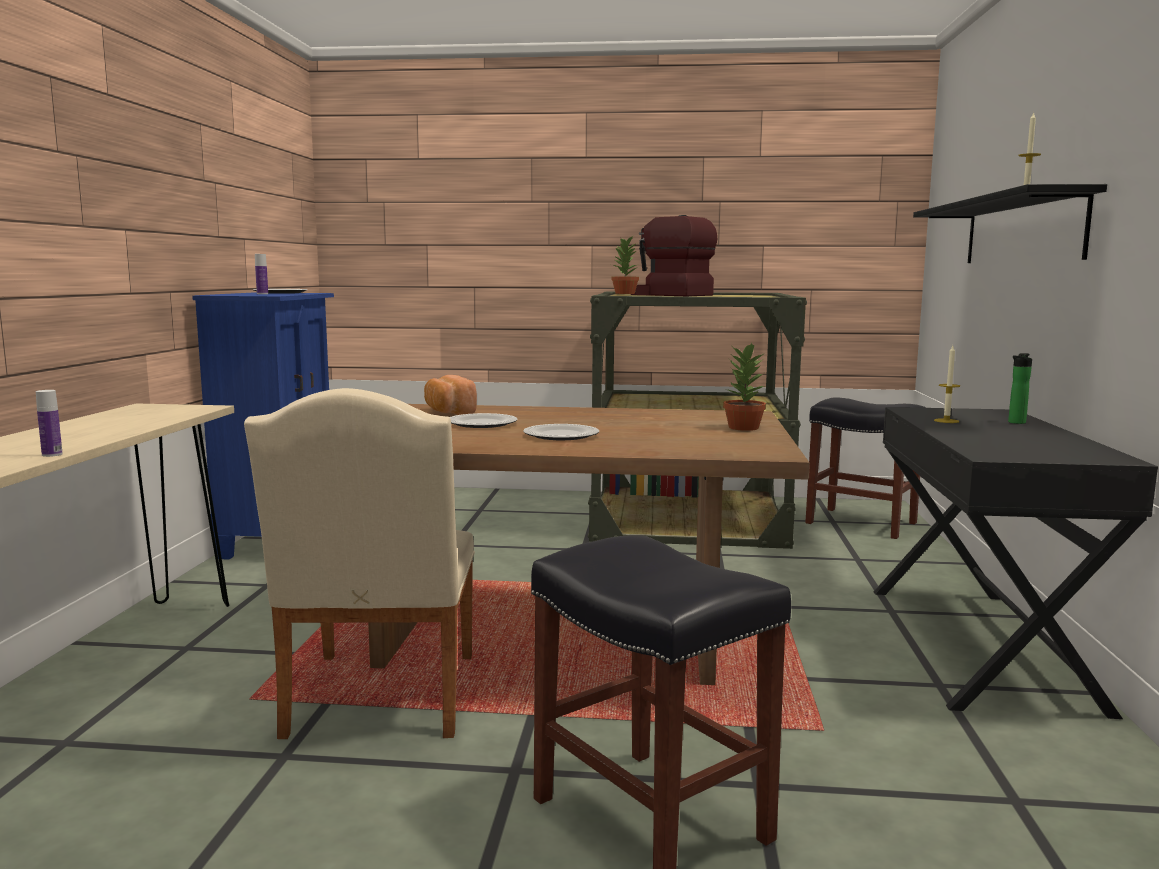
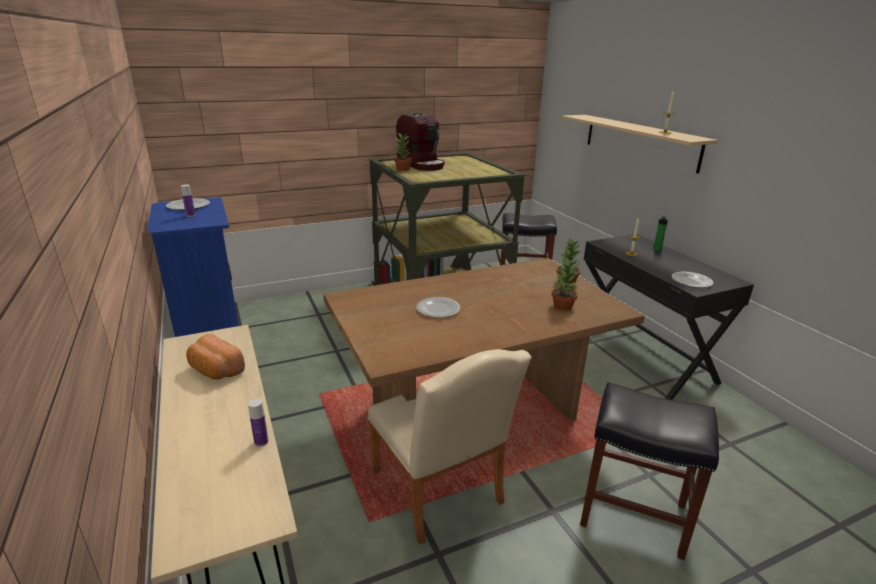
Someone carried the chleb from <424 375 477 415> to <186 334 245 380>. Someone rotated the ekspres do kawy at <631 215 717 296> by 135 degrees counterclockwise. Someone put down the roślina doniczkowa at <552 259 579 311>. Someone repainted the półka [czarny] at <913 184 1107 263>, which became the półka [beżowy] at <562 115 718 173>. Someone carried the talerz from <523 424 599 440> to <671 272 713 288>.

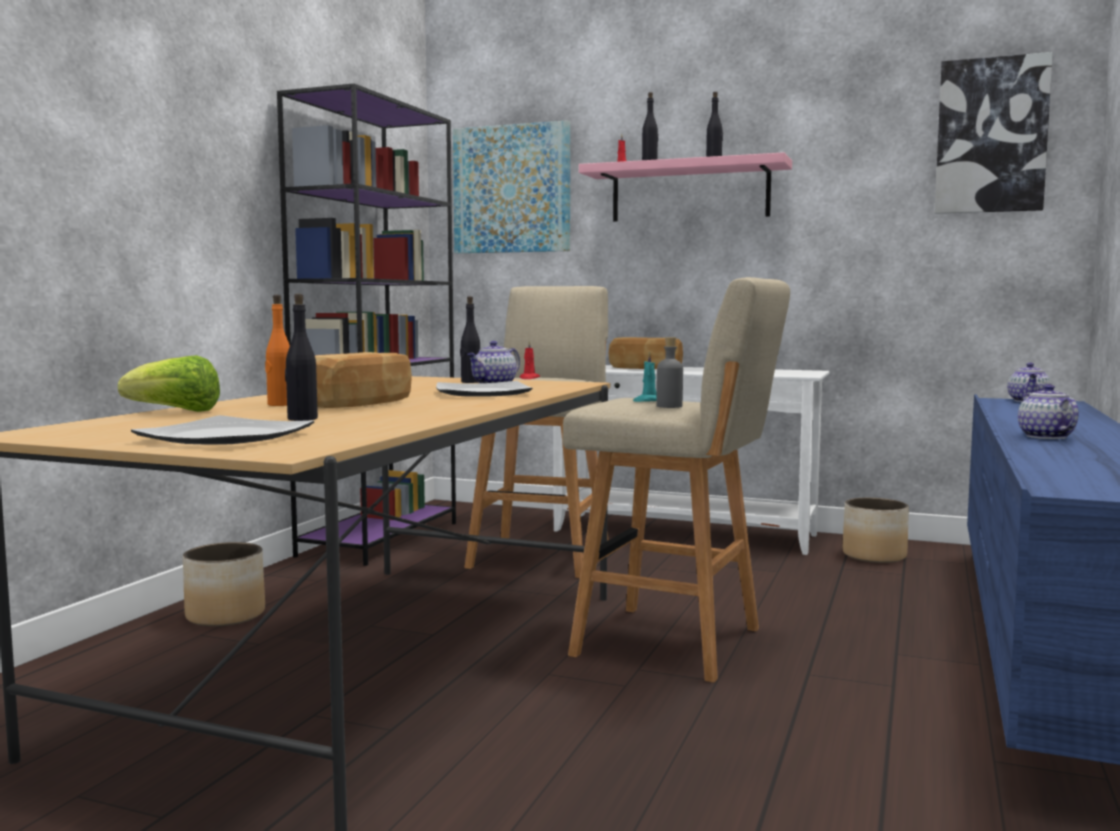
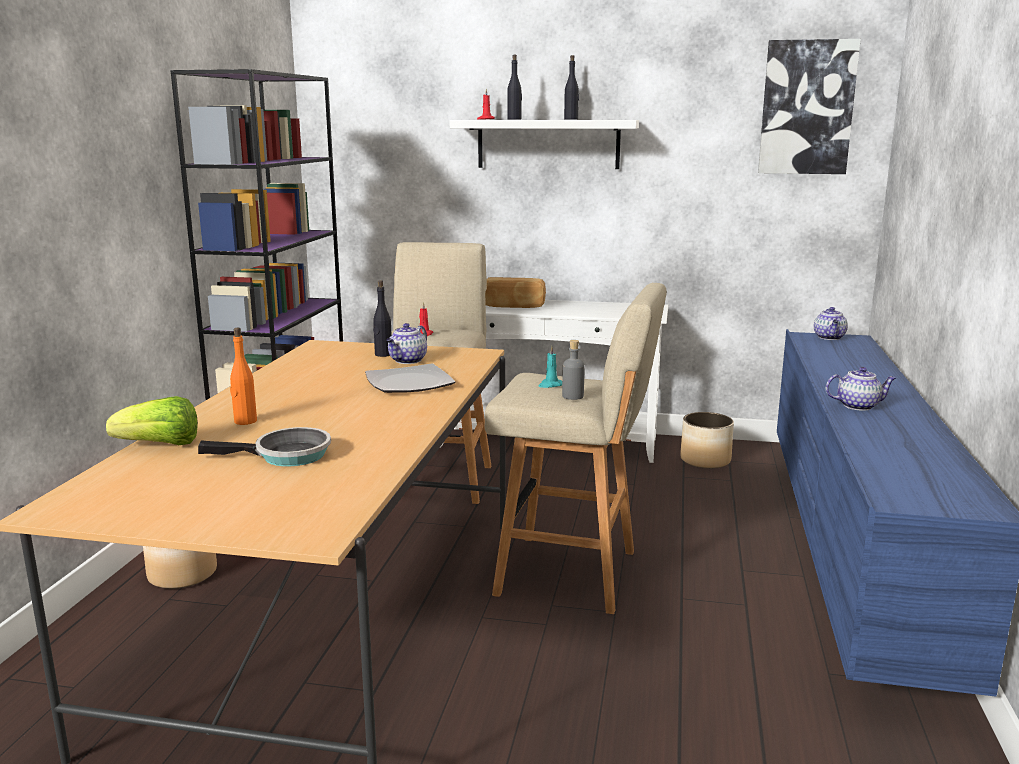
Someone swapped the butelka [czarny] at <285 294 318 421> for the patelnia at <198 427 331 466>. Someone repainted the półka [różowy] at <579 152 792 222>, which became the półka [biały] at <450 120 639 169>. Someone rotated the imbryk at <1018 384 1079 439> by 105 degrees clockwise. Someone took away the talerz at <131 415 314 445>. Someone took away the chleb at <315 352 412 408>. Someone took away the obraz at <453 120 570 253>.

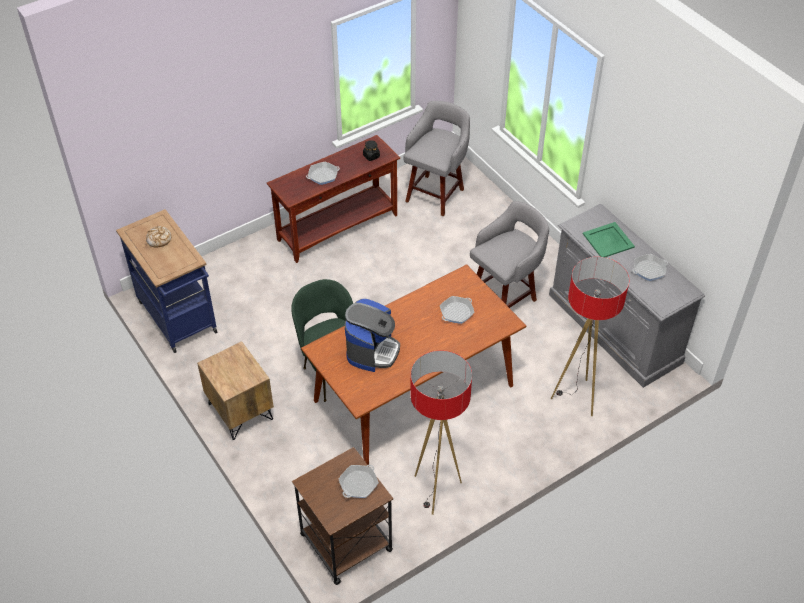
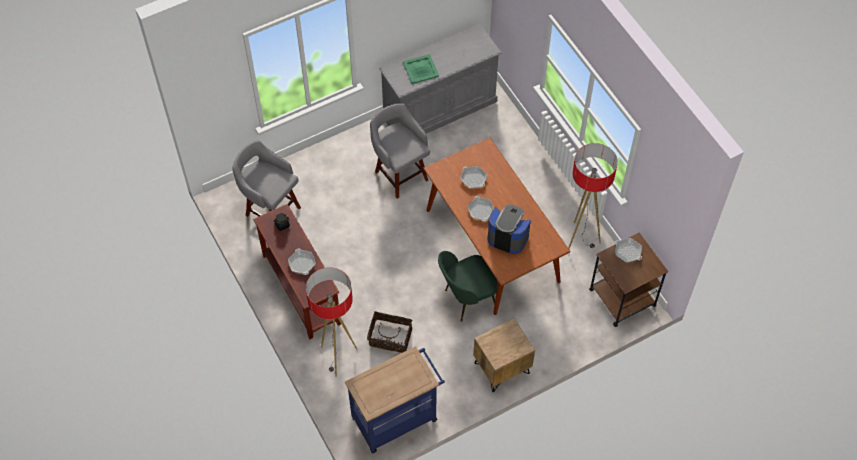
Someone carried the lampa stojąca from <551 257 629 416> to <306 267 358 377>. Someone put down the koszyk at <367 312 412 354>. Someone carried the patelnia from <632 254 668 281> to <468 196 494 221>. Someone took away the chleb at <146 226 172 248>.

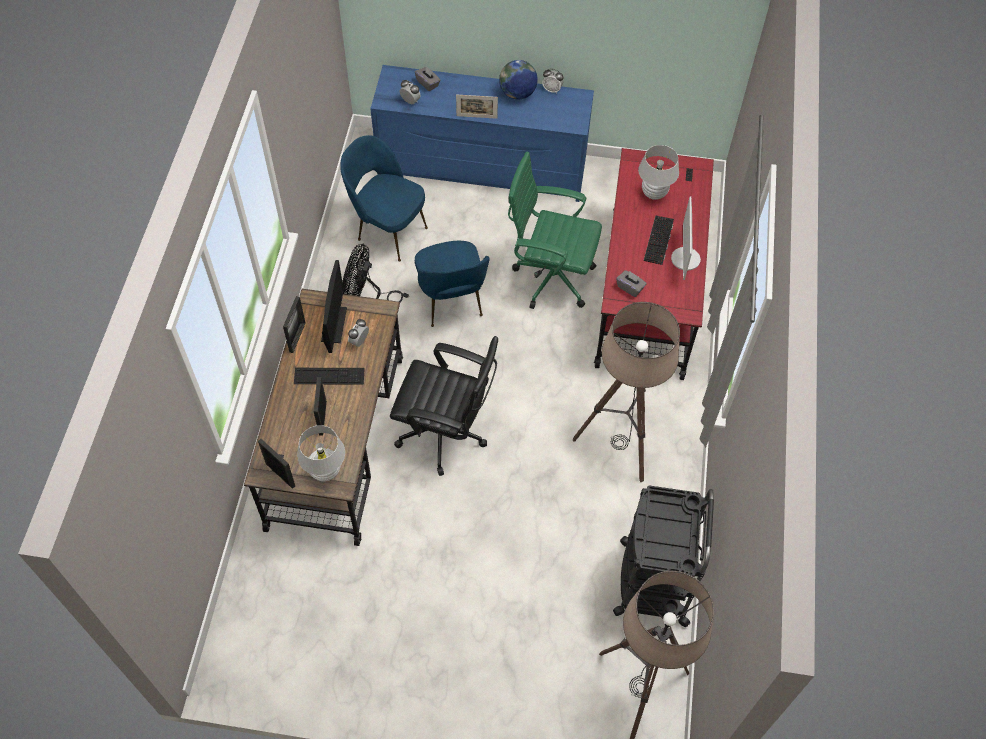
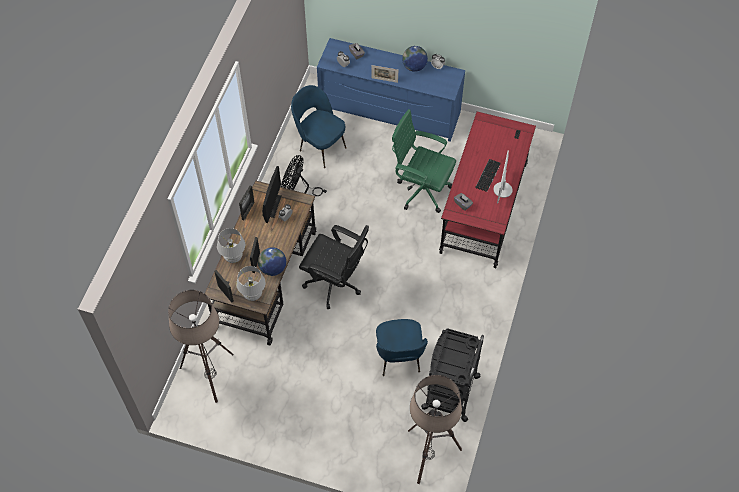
Someone carried the lampa stojąca from <573 302 680 482> to <168 290 234 403>. Someone carried the lampa stołowa [biały] from <638 145 679 200> to <217 228 245 263>. Someone put down the globus at <258 247 286 276>. Someone carried the krzesło [niebieski] from <415 241 489 327> to <376 319 428 376>. Someone took away the klawiatura at <294 368 365 385>.

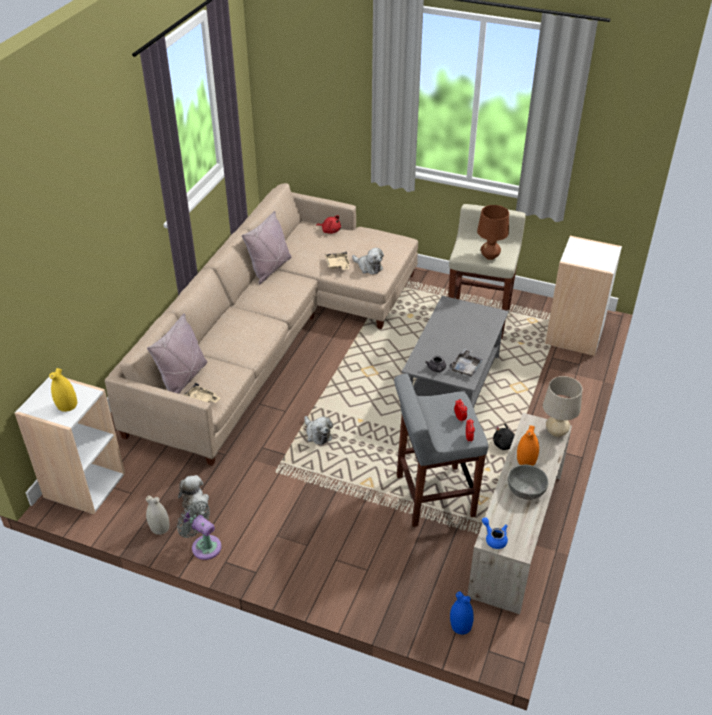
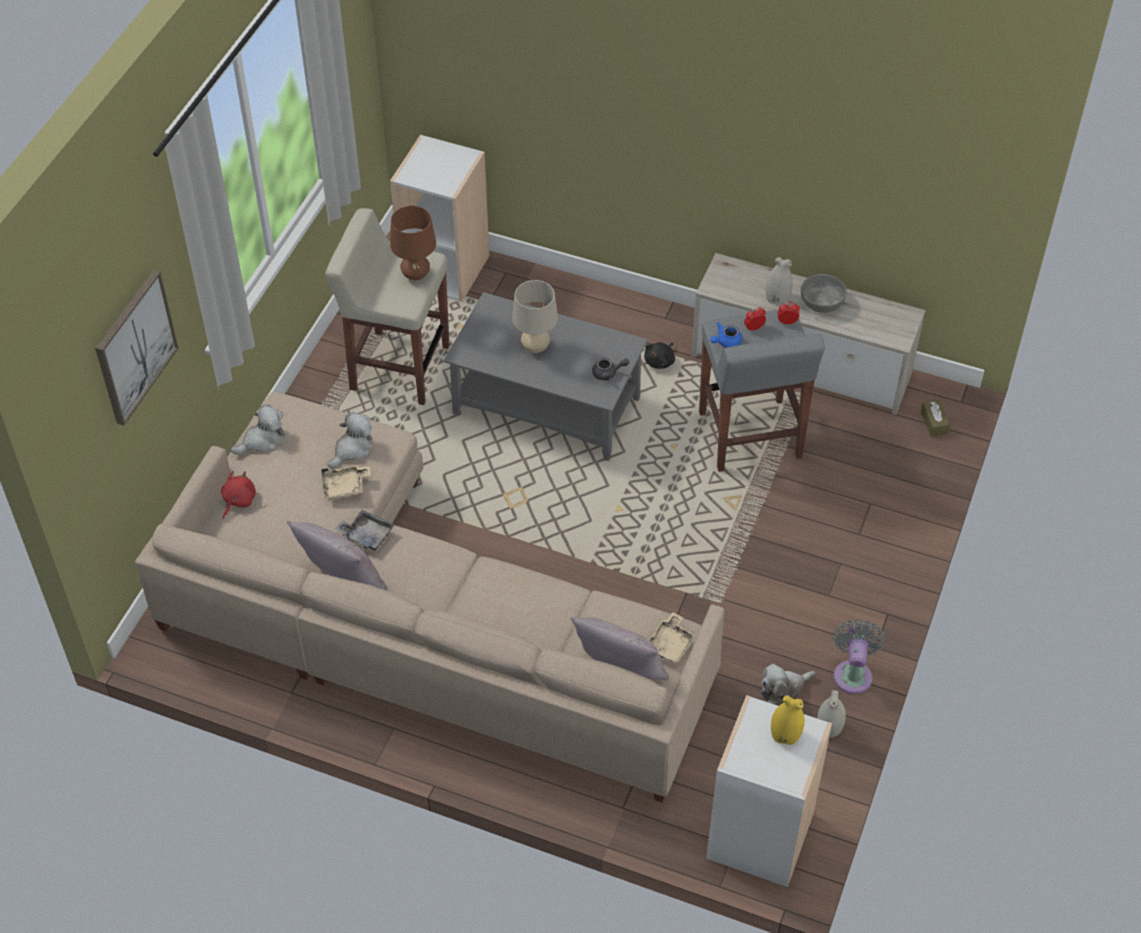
Someone put up the obraz at <95 270 179 425>. Someone carried the pluszak from <304 416 333 445> to <231 404 285 455>. Someone carried the taca [szary] from <449 348 483 376> to <336 509 394 551>. Someone carried the lampa stołowa [beżowy] from <543 376 582 437> to <512 280 558 353>. Someone carried the imbryk [niebieski] from <482 517 508 549> to <710 322 742 348>. Someone repainted the wazon [pomarańczowy] at <517 425 539 466>, which became the wazon [biały] at <766 257 793 304>. Someone rotated the wentylator [szary] at <177 501 222 560> by 150 degrees clockwise. Someone swapped the wazon [niebieski] at <450 592 474 635> for the pudełko chusteczek [brązowy] at <921 400 950 437>.

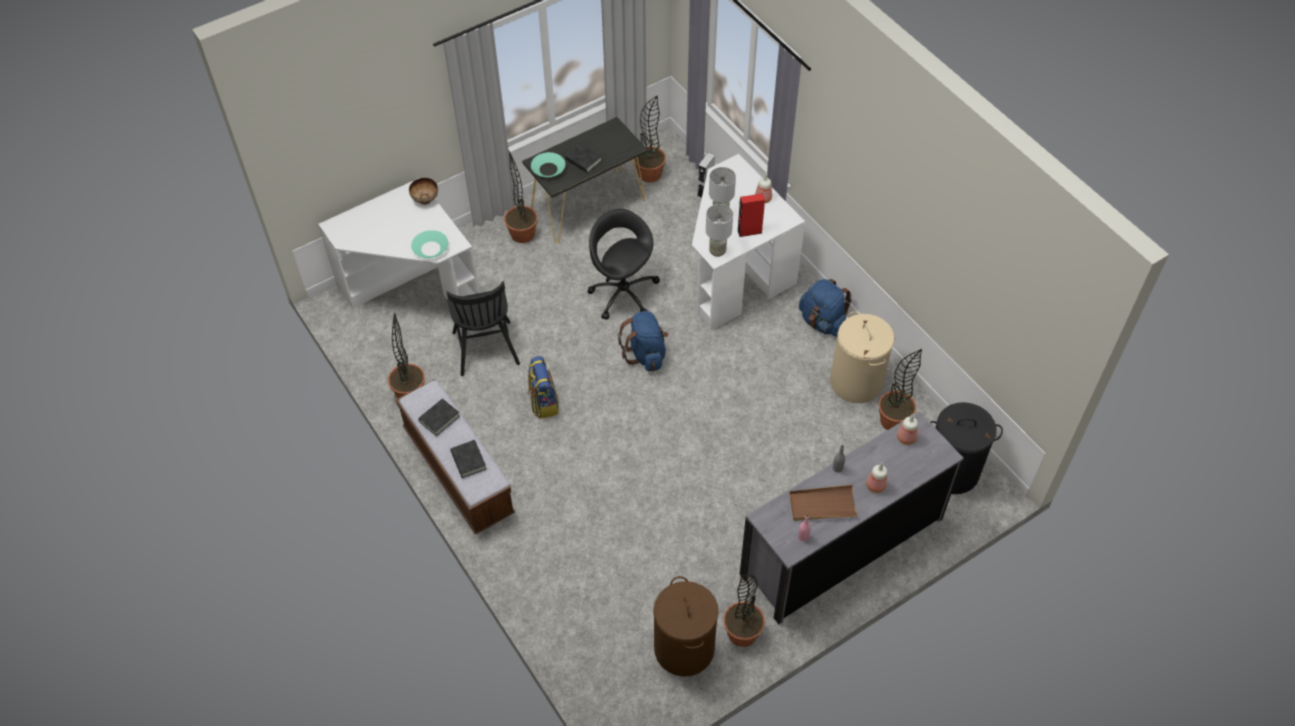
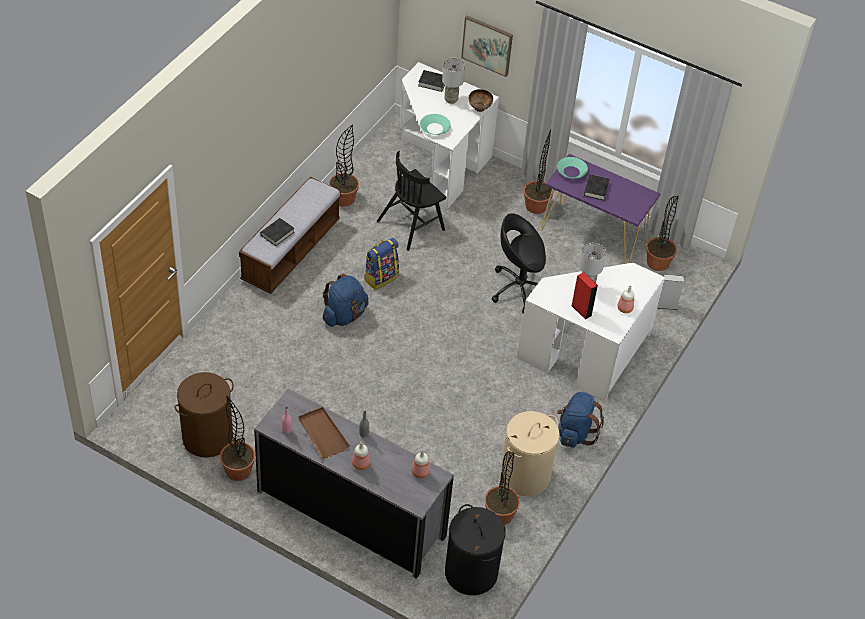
Someone carried the plecak [niebieski] from <618 311 669 371> to <323 274 368 327>. Someone carried the książka [czarny] from <418 399 460 436> to <418 70 445 92>. Someone carried the lampa stołowa [szary] from <706 204 733 257> to <442 58 465 104>. Someone put up the obraz at <461 16 513 77>. Someone rotated the krzesło biurowe [czarny] at <587 209 660 320> by 105 degrees counterclockwise. Someone repainted the stolik konsolowy [czarny] at <522 117 648 244>, which became the stolik konsolowy [fioletowy] at <540 154 660 264>.

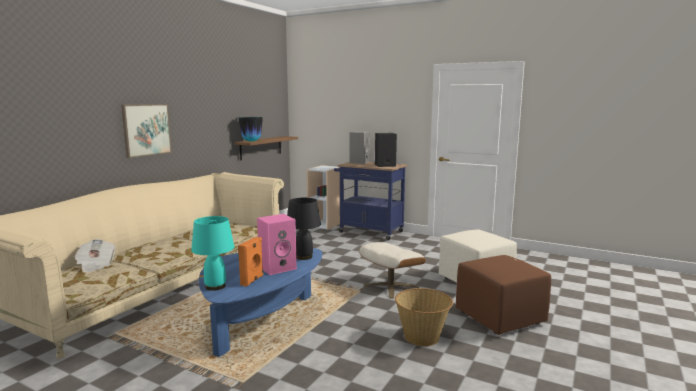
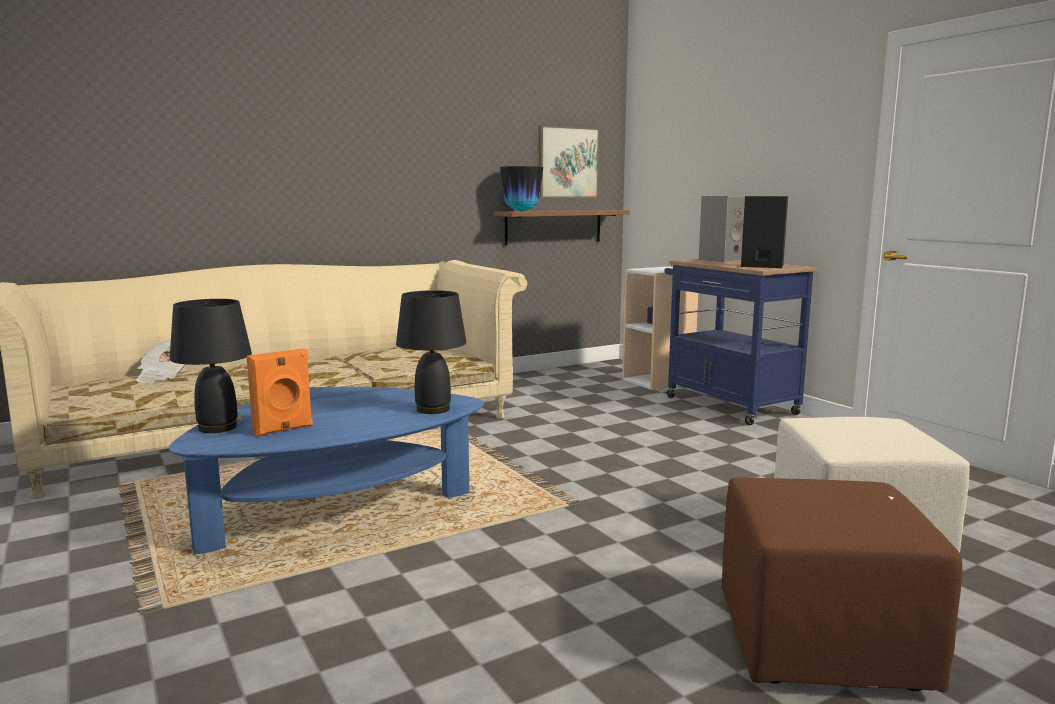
Someone repainted the lampa stołowa [turkusowy] at <191 216 234 291>, which became the lampa stołowa [czarny] at <170 299 252 433>. Someone carried the obraz from <121 104 172 158> to <538 125 599 198>. Someone took away the głośnik [różowy] at <257 214 297 275>. Someone took away the pufa [beżowy] at <359 242 426 299>. Someone took away the koszyk at <395 288 453 346>.

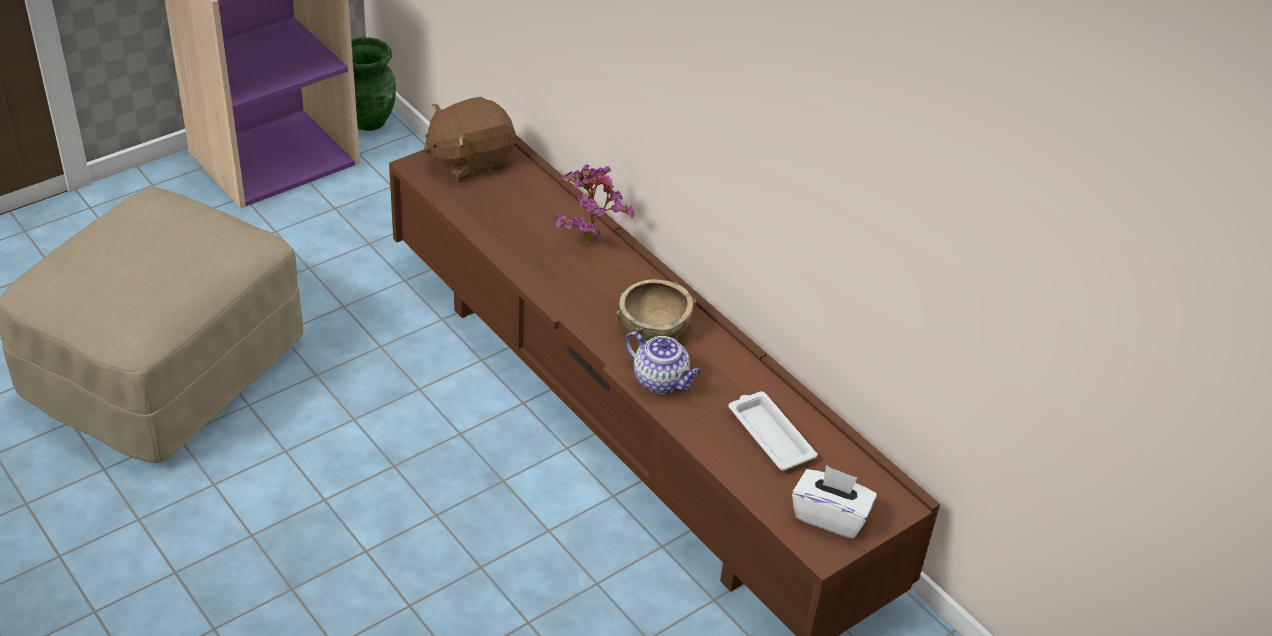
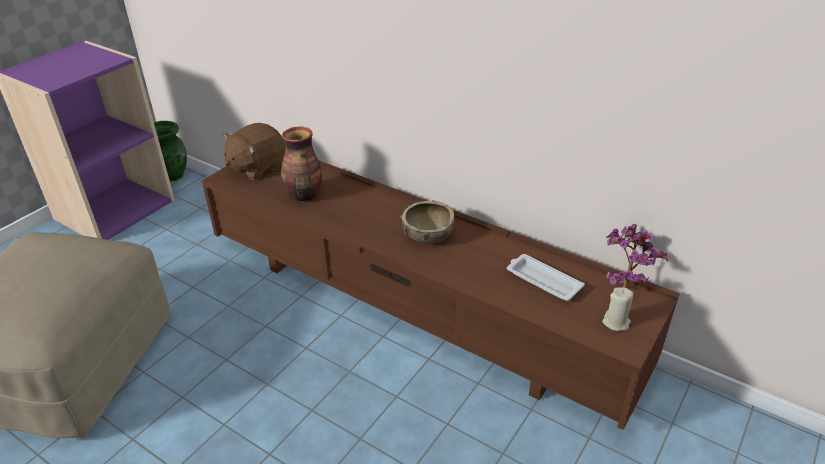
Someone put down the wazon at <281 126 322 201>. Someone swapped the pudełko chusteczek [biały] at <792 465 877 539> for the świeca [beżowy] at <602 287 633 331>. Someone carried the roślina doniczkowa from <554 164 634 244> to <606 224 668 288>. Someone took away the imbryk at <625 331 702 394>.

